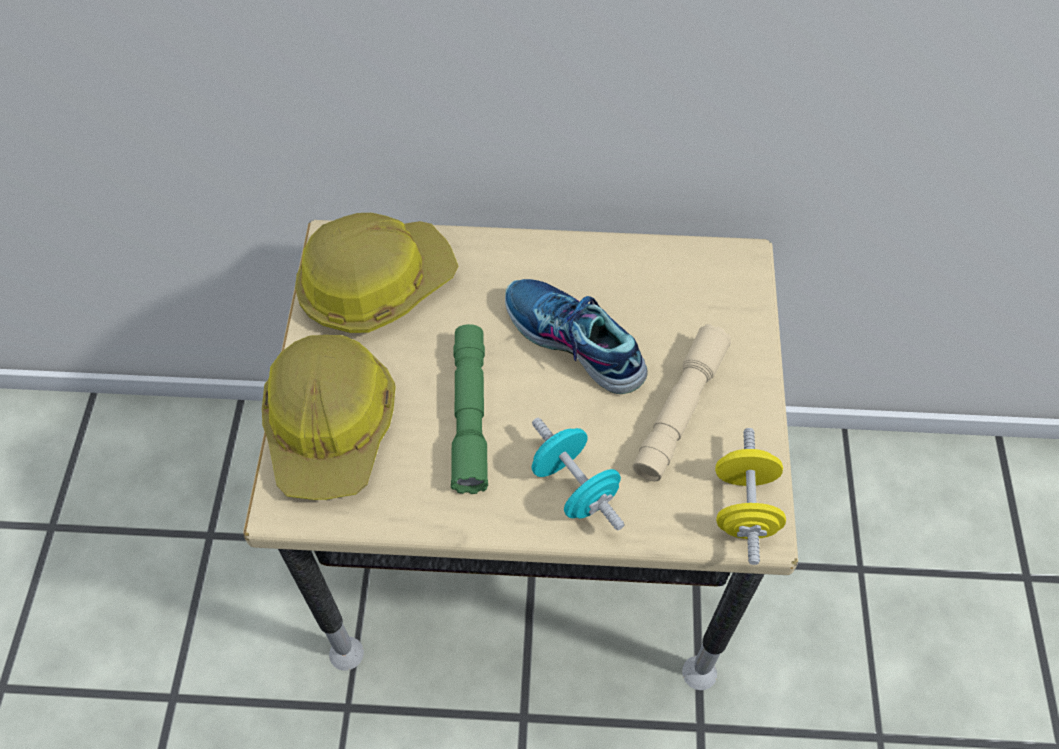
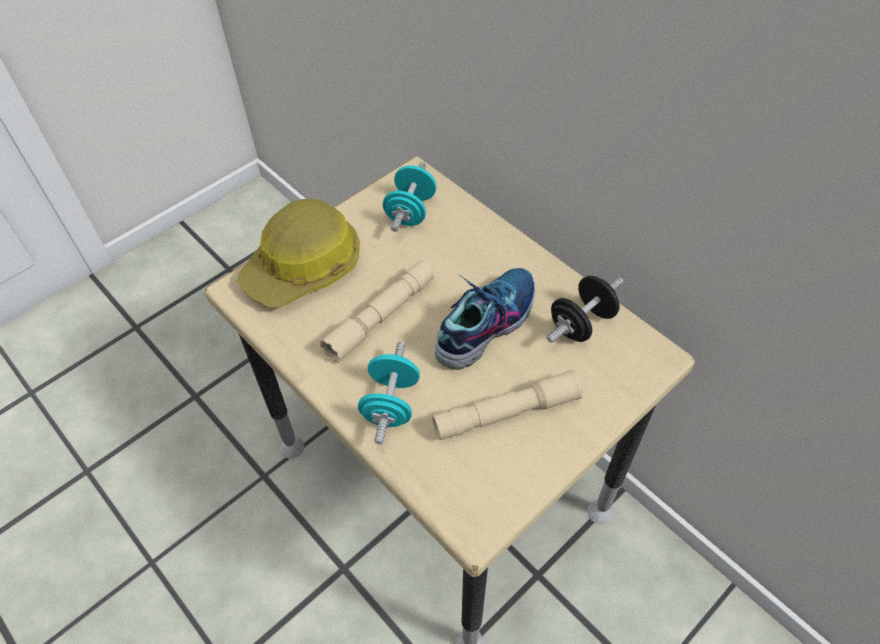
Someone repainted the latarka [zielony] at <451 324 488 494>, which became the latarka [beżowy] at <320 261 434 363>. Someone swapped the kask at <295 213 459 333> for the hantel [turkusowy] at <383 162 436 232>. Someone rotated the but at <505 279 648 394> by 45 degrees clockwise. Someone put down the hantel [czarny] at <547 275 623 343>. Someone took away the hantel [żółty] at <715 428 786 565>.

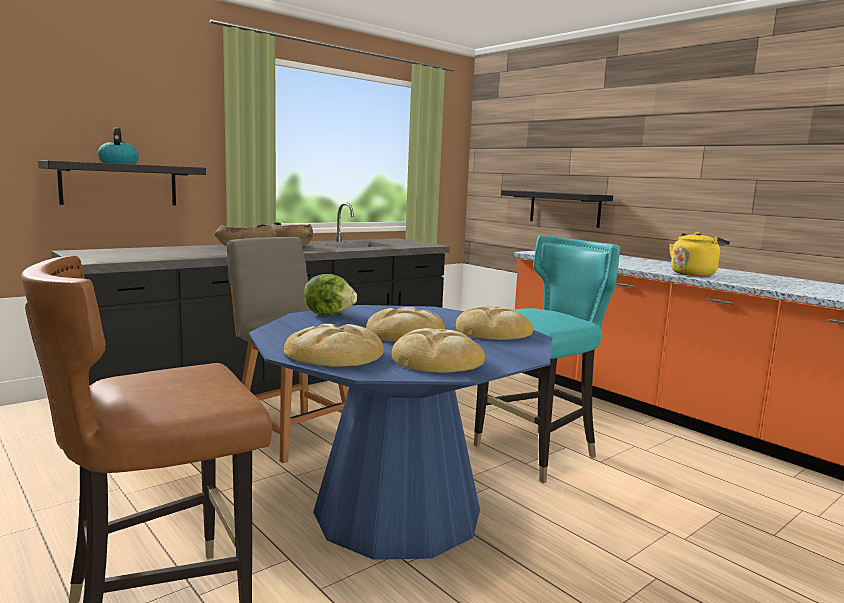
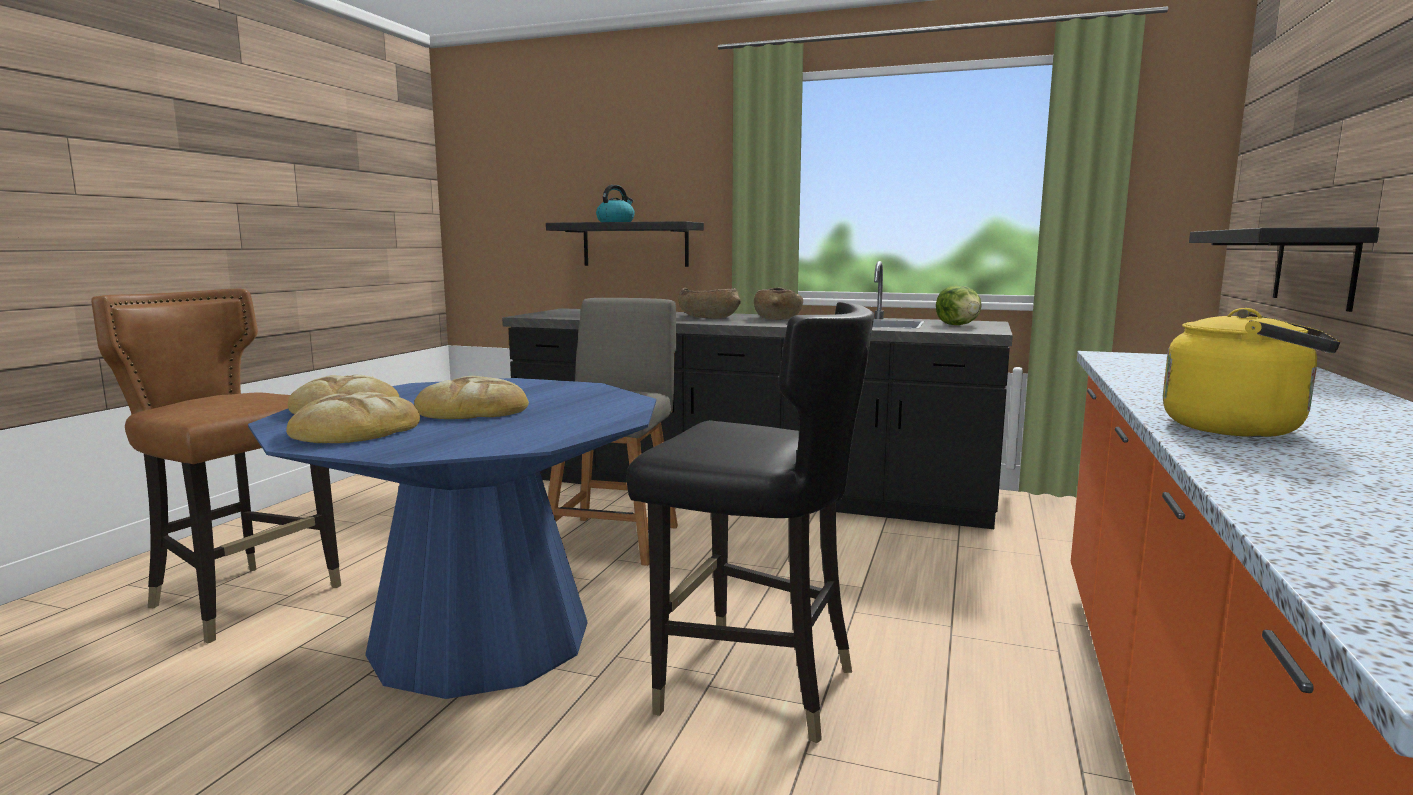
Someone repainted the krzesło [turkusowy] at <474 235 620 483>, which became the krzesło [czarny] at <627 302 874 744>. Someone carried the sałata from <304 274 357 316> to <936 285 982 325>. Someone took away the chleb at <456 305 533 340>.

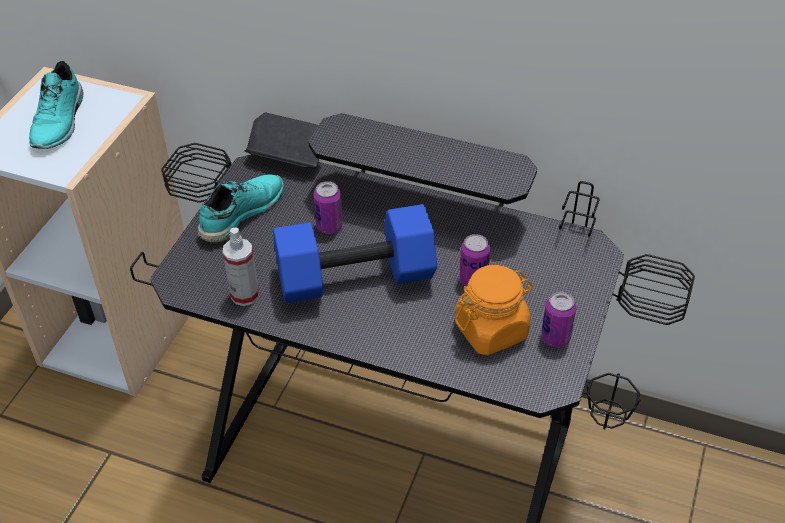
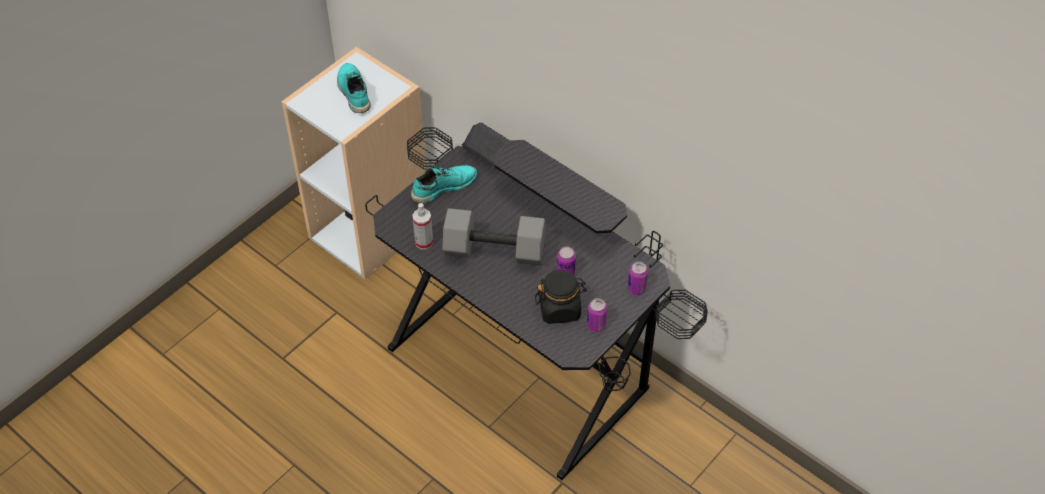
Someone rotated the but [turkusowy] at <29 61 84 149> by 135 degrees clockwise. Someone repainted the hantel [niebieski] at <273 204 437 303>, which became the hantel [szary] at <442 208 546 265>. Someone repainted the słoik [pomarańczowy] at <455 265 533 356>, which became the słoik [czarny] at <535 270 587 324>. Someone carried the puszka from <313 181 343 234> to <628 261 648 295>.

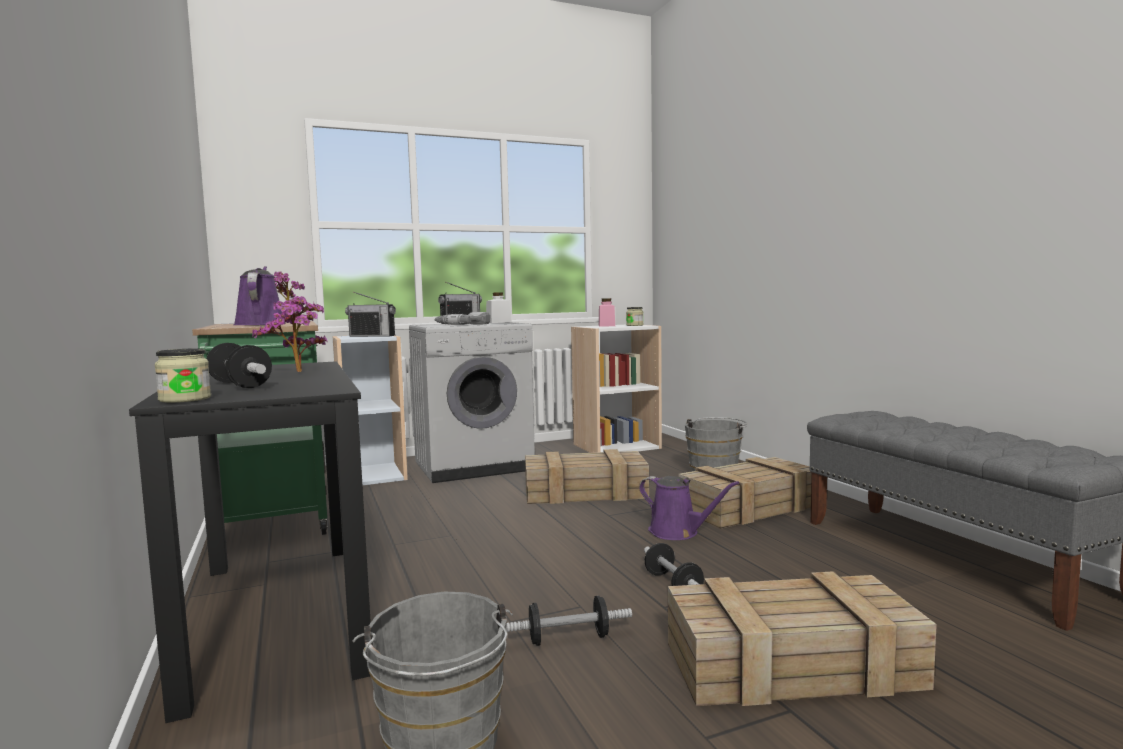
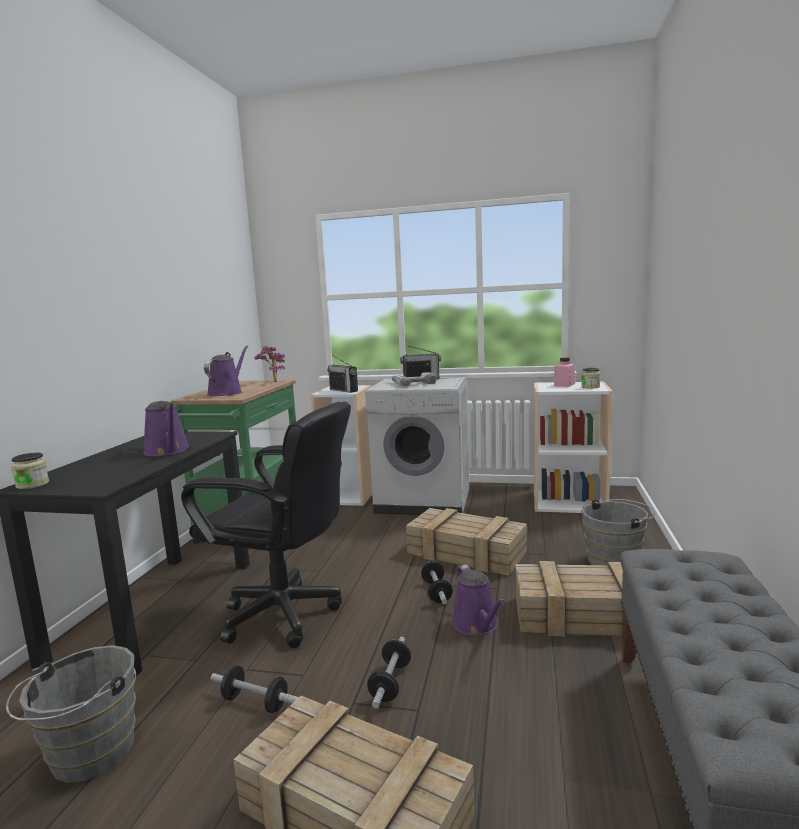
Someone swapped the roślina doniczkowa at <252 296 328 372> for the konewka [fioletowy] at <143 401 190 456>. Someone put down the krzesło biurowe [czarny] at <181 402 351 648>. Someone carried the hantel from <206 343 272 388> to <421 561 453 604>. Someone took away the słoik [biały] at <486 292 512 323>.

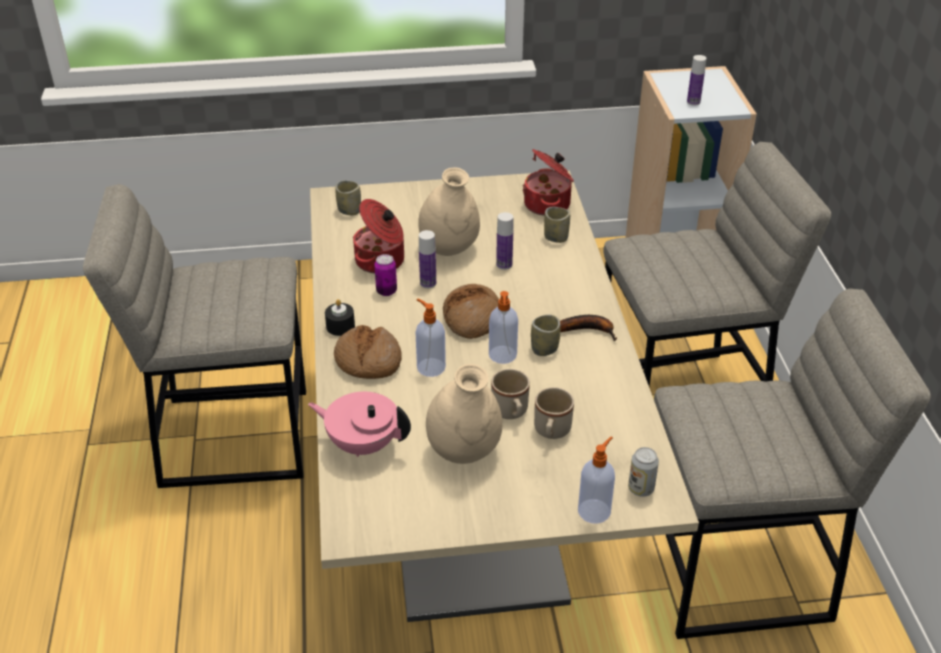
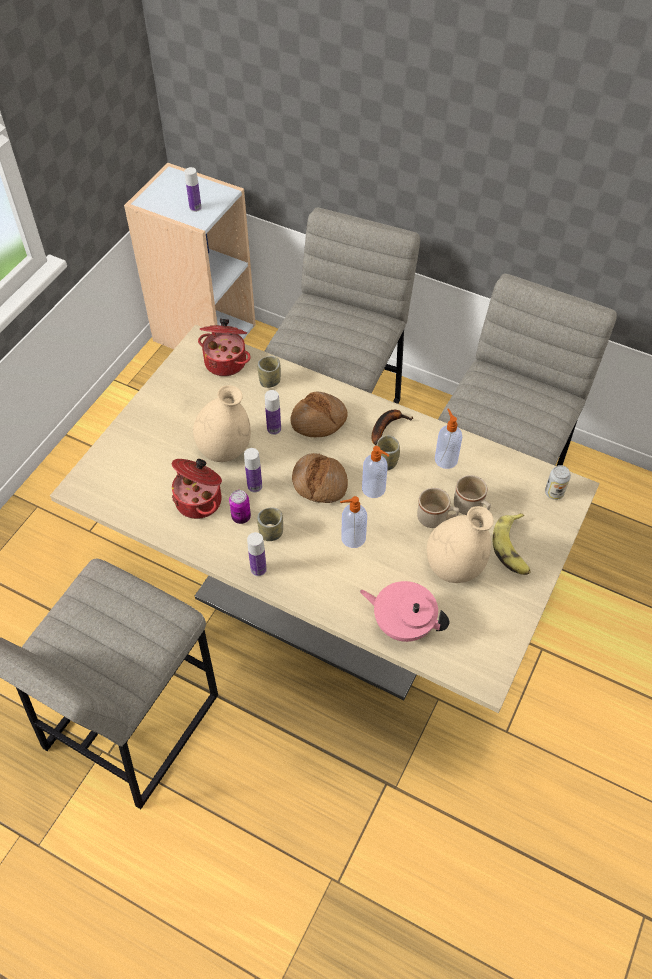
Someone swapped the świeca [czarny] at <325 299 355 336> for the butelka at <247 532 267 576>. Someone carried the filiżanka from <335 180 361 215> to <257 507 283 541>. Someone carried the chleb from <334 325 402 379> to <290 392 348 437>. Someone rotated the imbryk [różowy] at <308 392 411 457> by 60 degrees clockwise. Someone carried the dozownik mydła from <578 437 615 524> to <435 408 462 469>. Someone put down the banan at <493 513 531 575>.

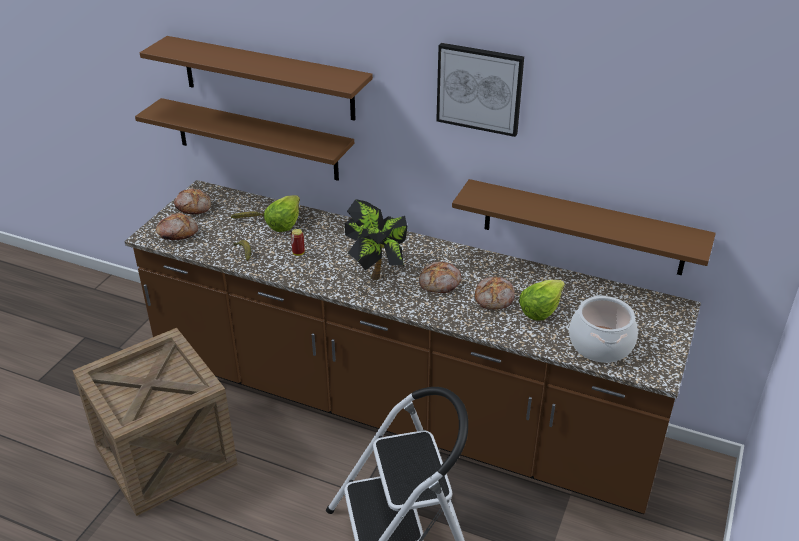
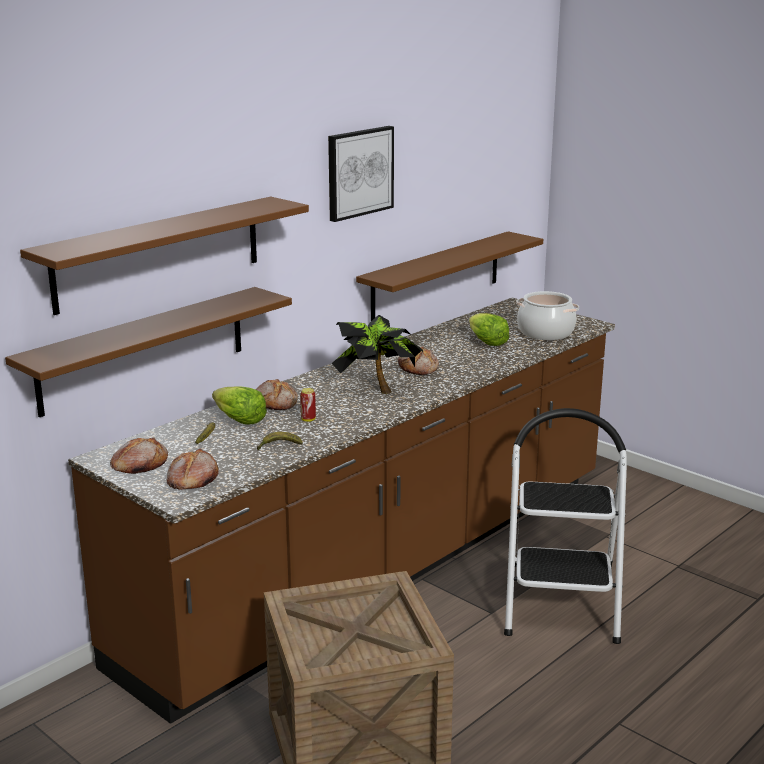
Someone carried the chleb from <475 277 515 310> to <255 379 298 410>.

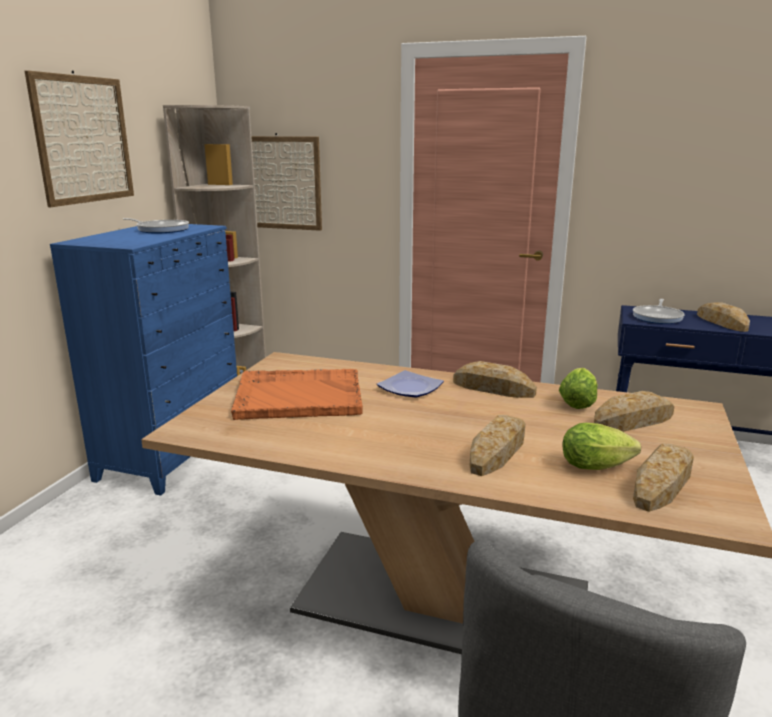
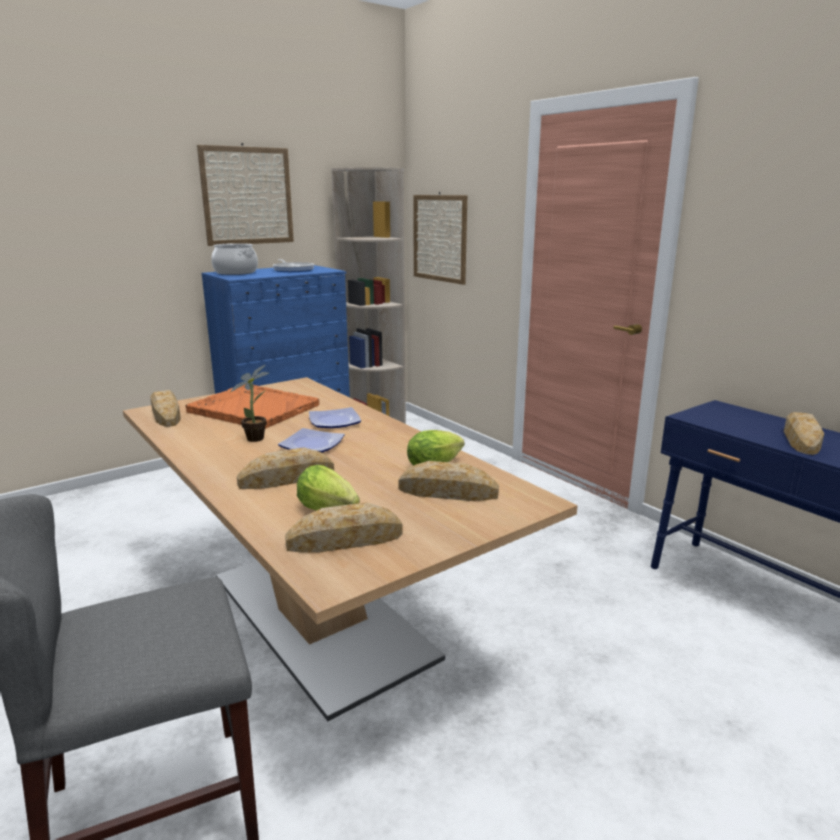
Someone carried the chleb from <453 361 537 398> to <150 390 181 427>. Someone put down the garnek at <211 243 258 275>. Someone put down the roślina doniczkowa at <230 364 269 442>. Someone put down the talerz at <278 428 345 453>. Someone took away the patelnia at <633 299 685 324>.

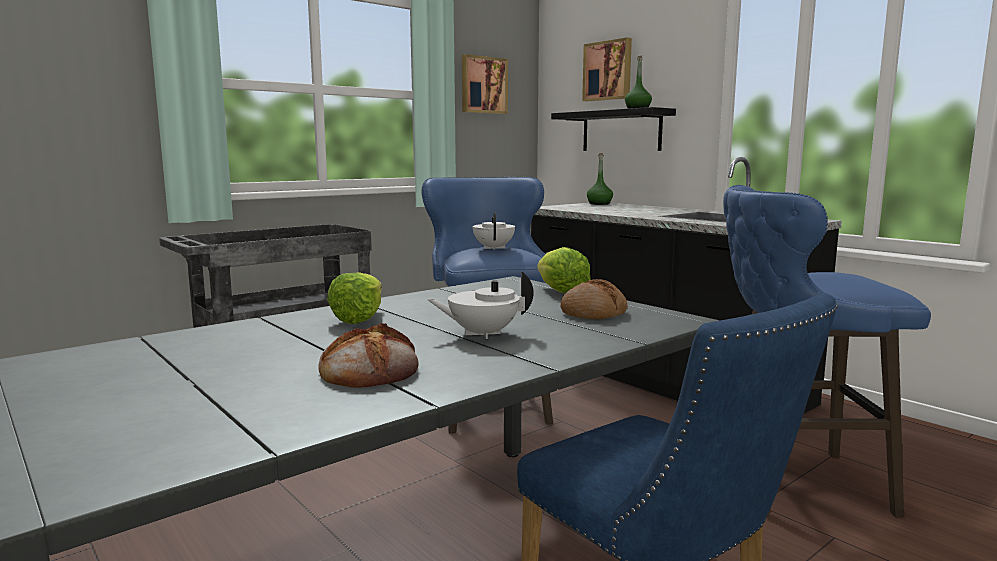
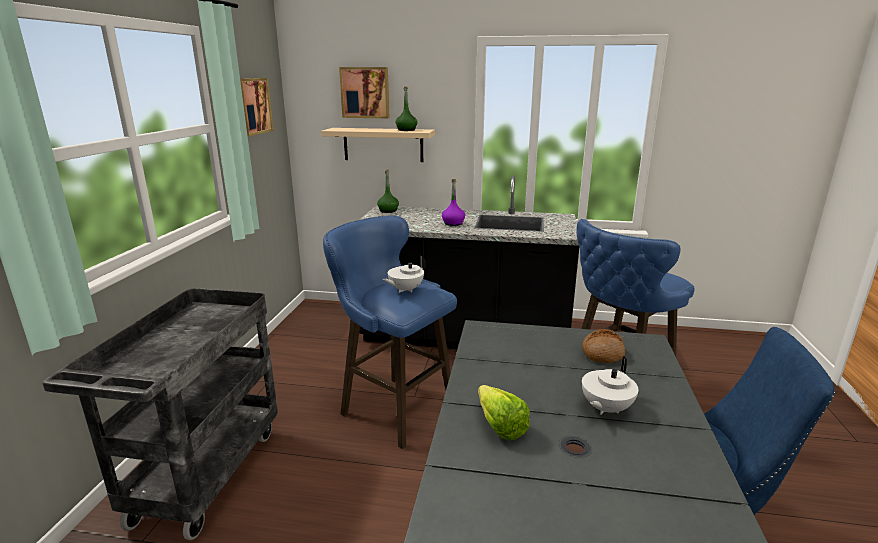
Someone repainted the półka [czarny] at <551 107 676 151>, which became the półka [beżowy] at <321 128 435 162>. Someone rotated the imbryk [biały] at <472 213 515 250> by 90 degrees counterclockwise. Someone put down the butelka [fioletowy] at <442 179 465 226>. Someone took away the chleb at <318 323 418 388>. Someone took away the sałata at <537 247 591 293>.

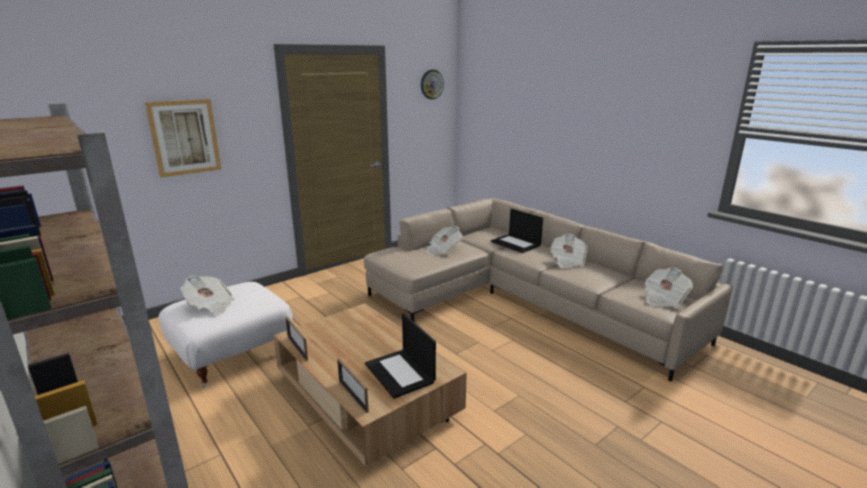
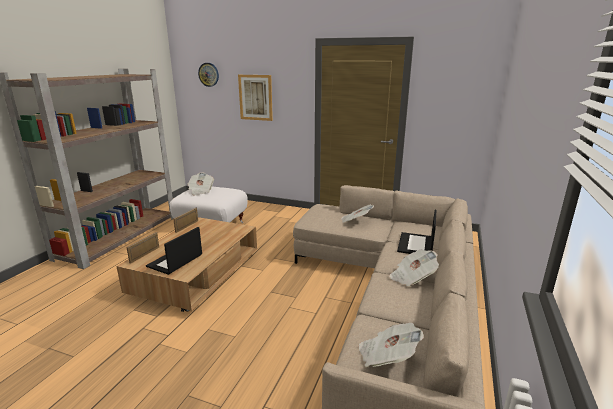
Someone carried the zegar ścienny from <421 70 444 99> to <198 63 219 87>.

